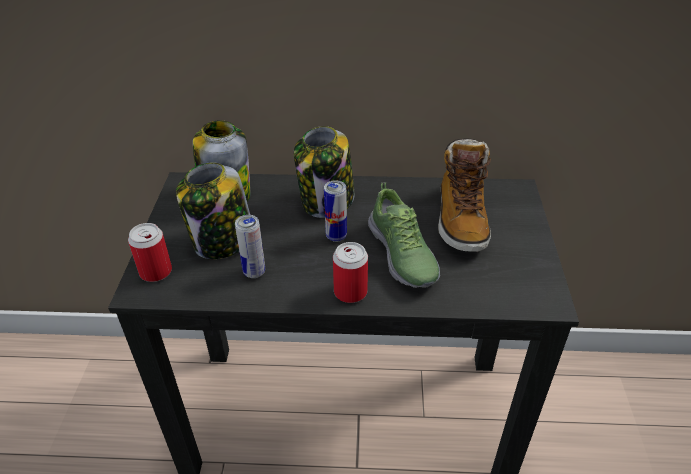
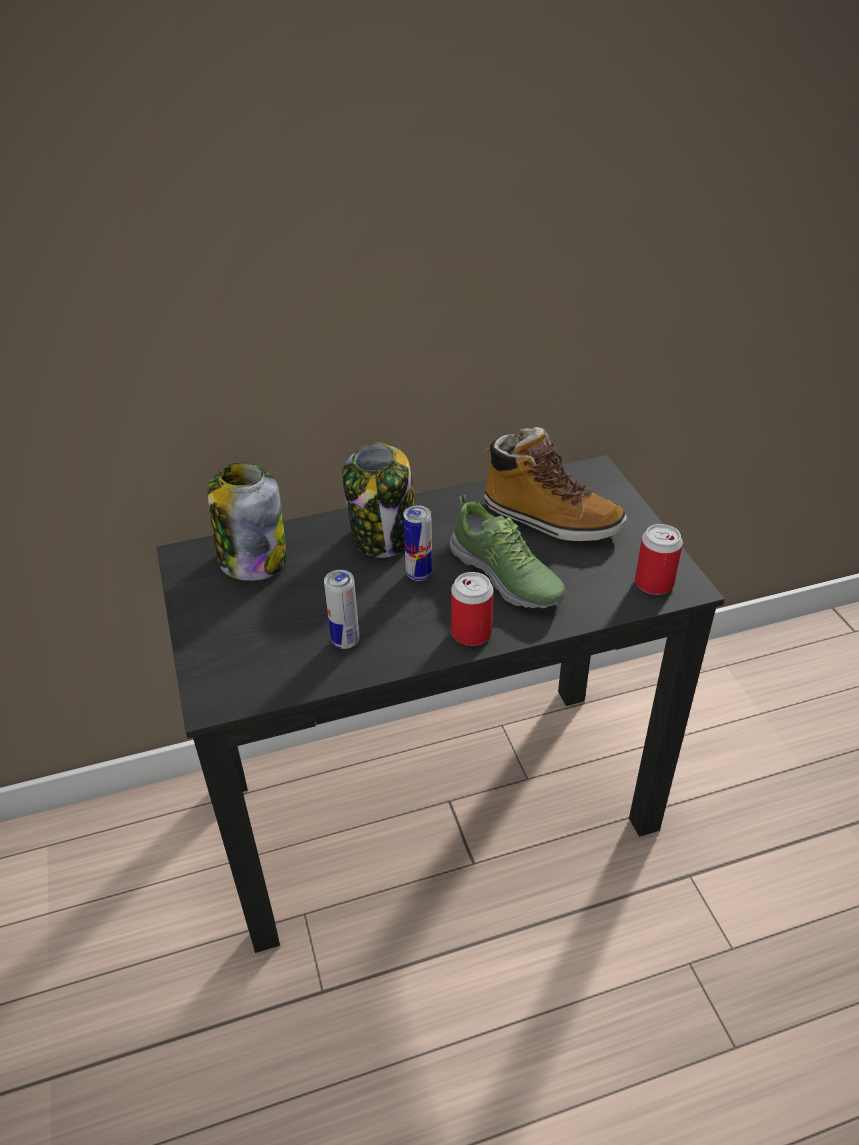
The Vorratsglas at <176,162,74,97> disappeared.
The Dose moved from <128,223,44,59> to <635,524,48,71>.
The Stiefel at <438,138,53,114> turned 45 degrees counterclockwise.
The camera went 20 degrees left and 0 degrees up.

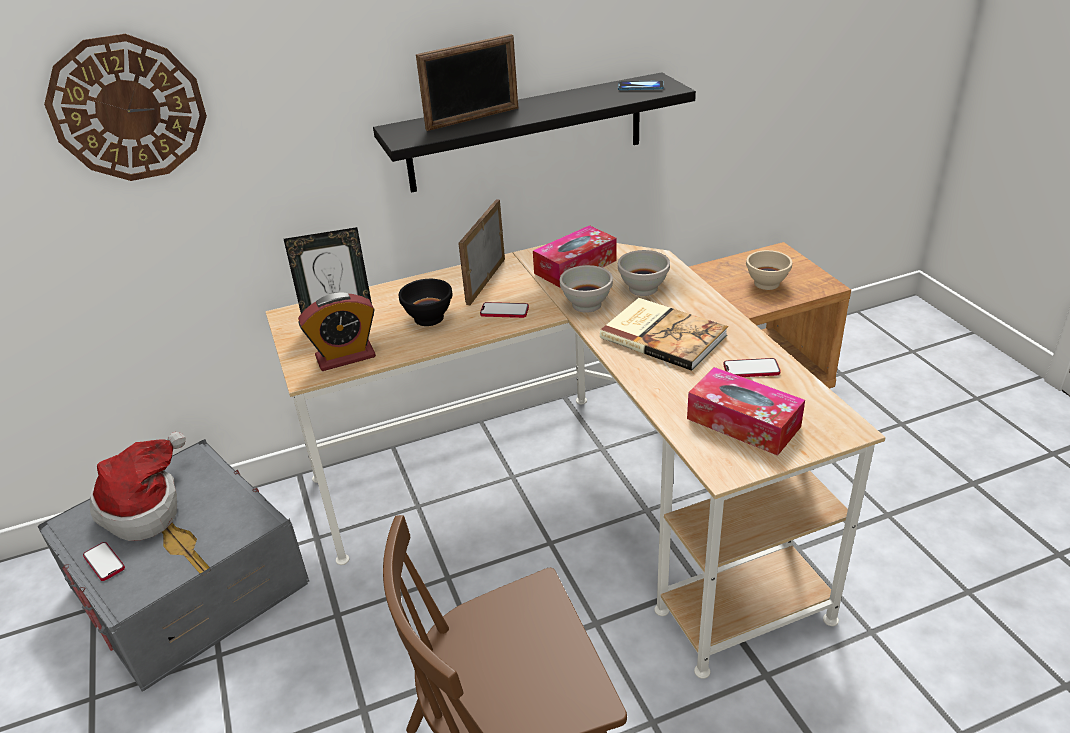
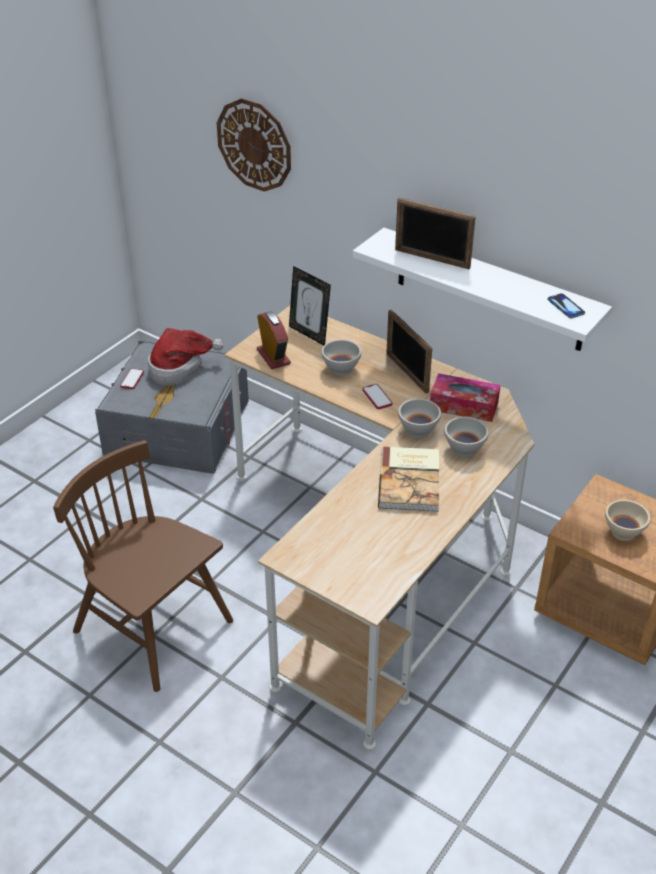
The Taschentuchbox at <687,367,118,89> disappeared.
The Handy at <723,358,58,19> disappeared.
The Wandregal/schwarz at <373,72,323,121> became the Wandregal/weiß at <353,228,259,123>.
The Schüssel/schwarz at <399,279,53,47> became the Schüssel/weiß at <322,339,39,37>.
The Wecker at <298,292,78,79> turned 150 degrees counterclockwise.
The Bilderrahmen at <458,199,47,106> turned 105 degrees counterclockwise.
The camera went 55 degrees right and 5 degrees up.

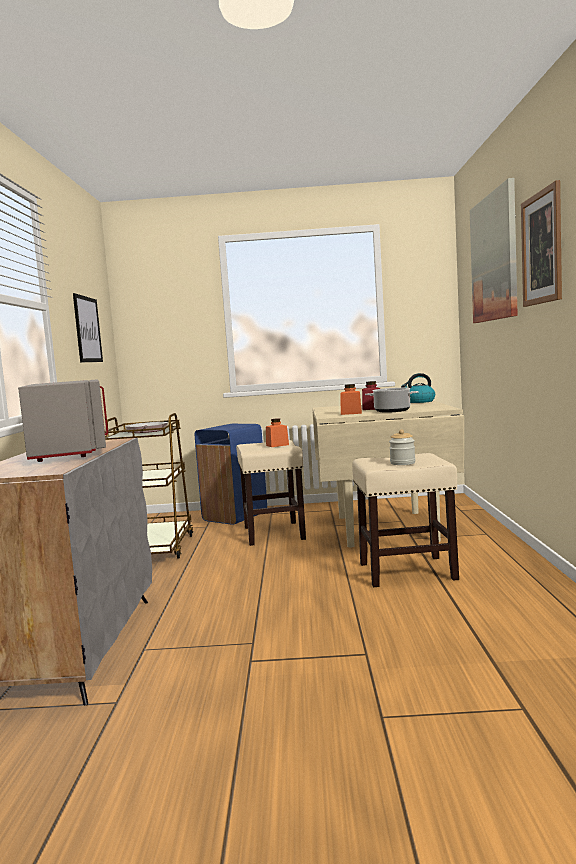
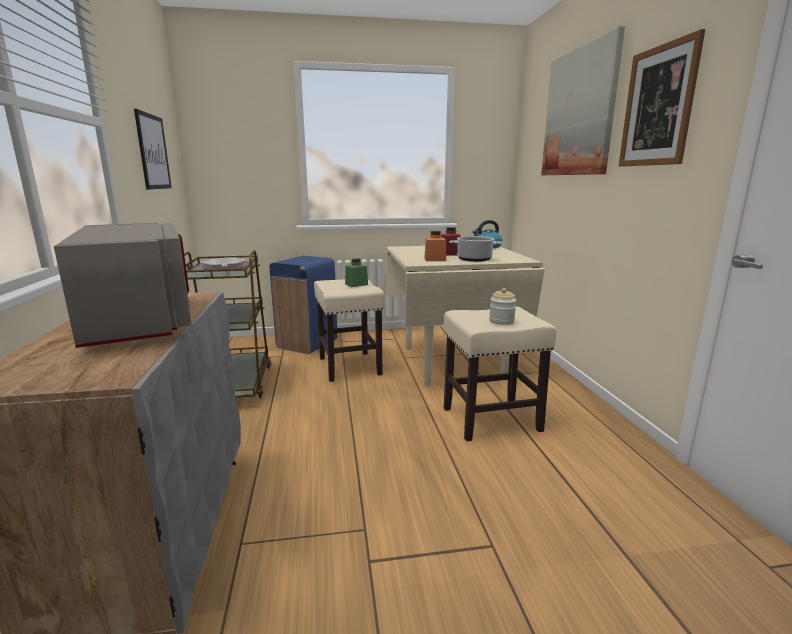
The Vorratsglas/orange at <266,418,23,29> became the Vorratsglas/grün at <345,258,23,29>.
The camera went 10 degrees left and 10 degrees up.

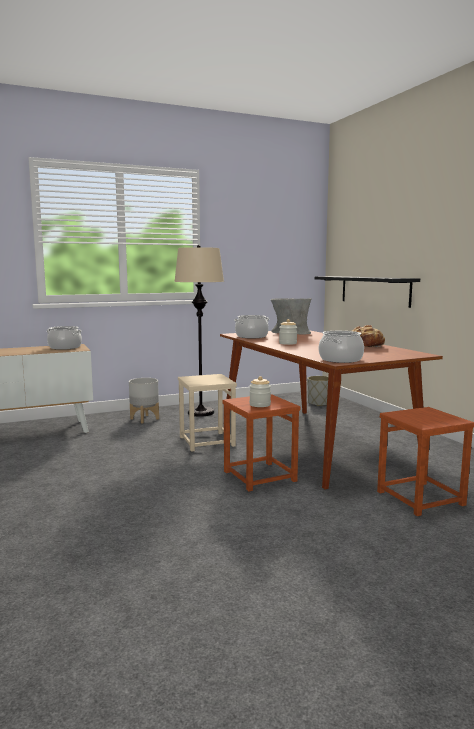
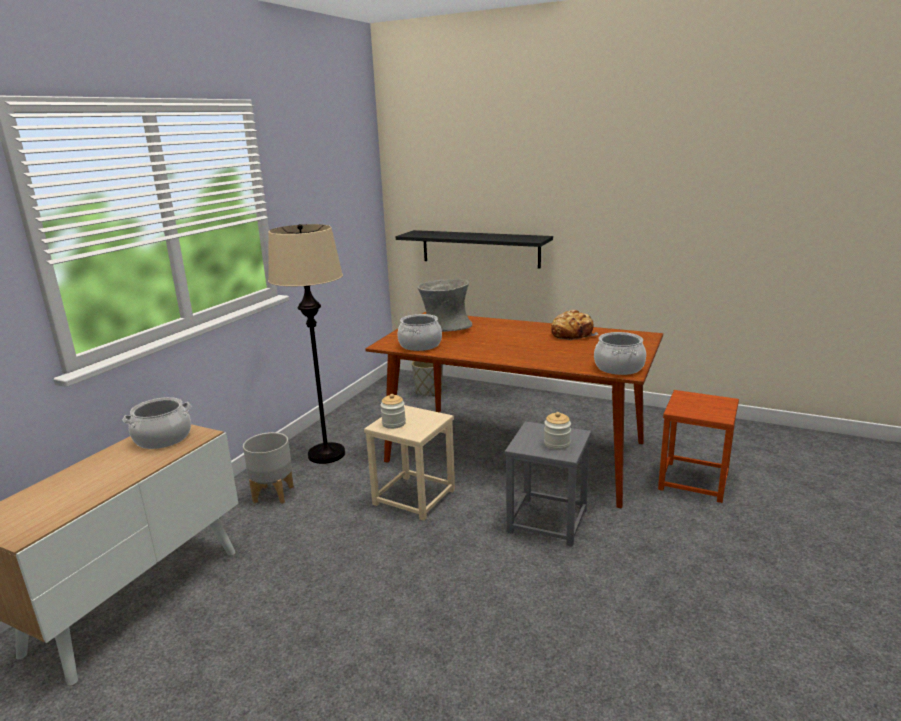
The Vorratsglas moved from <279,319,18,26> to <380,394,26,35>.
The Hocker/braun at <222,394,78,97> became the Hocker/grau at <504,421,87,125>.
The camera went 40 degrees left and 10 degrees up.

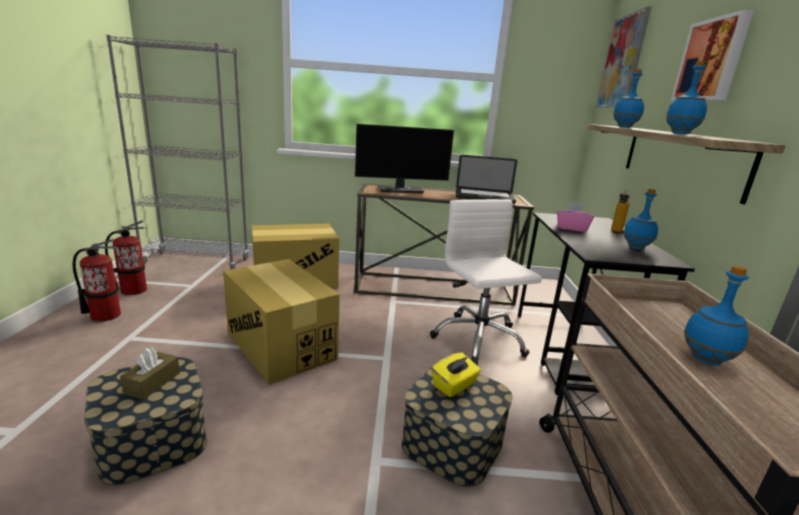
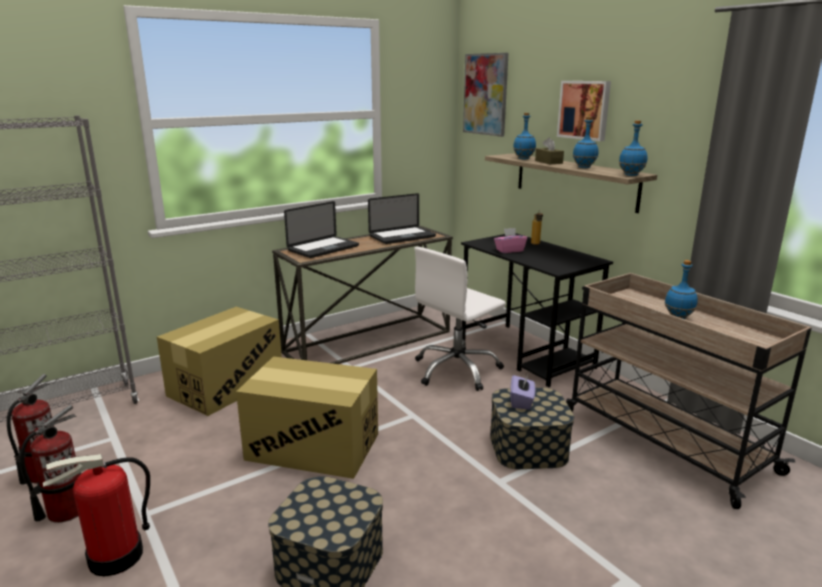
The Feuerlöscher at <43,454,107,122> appeared.
The Taschentuchbox/braun moved from <120,348,60,52> to <535,137,29,27>.
The Flasche/blau moved from <623,189,35,61> to <619,120,28,56>.
The Monitor at <355,124,99,69> was replaced by the Laptop at <284,201,75,57>.
The Taschentuchbox/gelb at <432,353,49,44> became the Taschentuchbox/lila at <510,375,25,34>.
The Bürostuhl/weiß at <430,199,112,166> turned 75 degrees counterclockwise.
The camera went 35 degrees left and 0 degrees up.

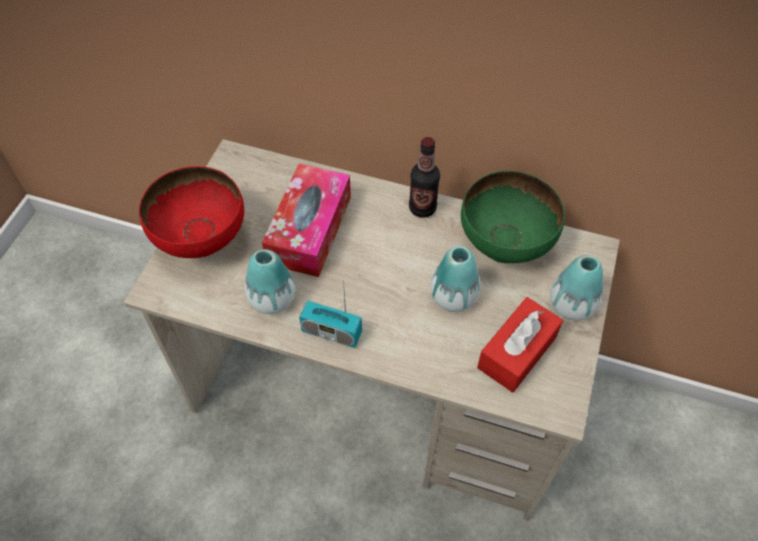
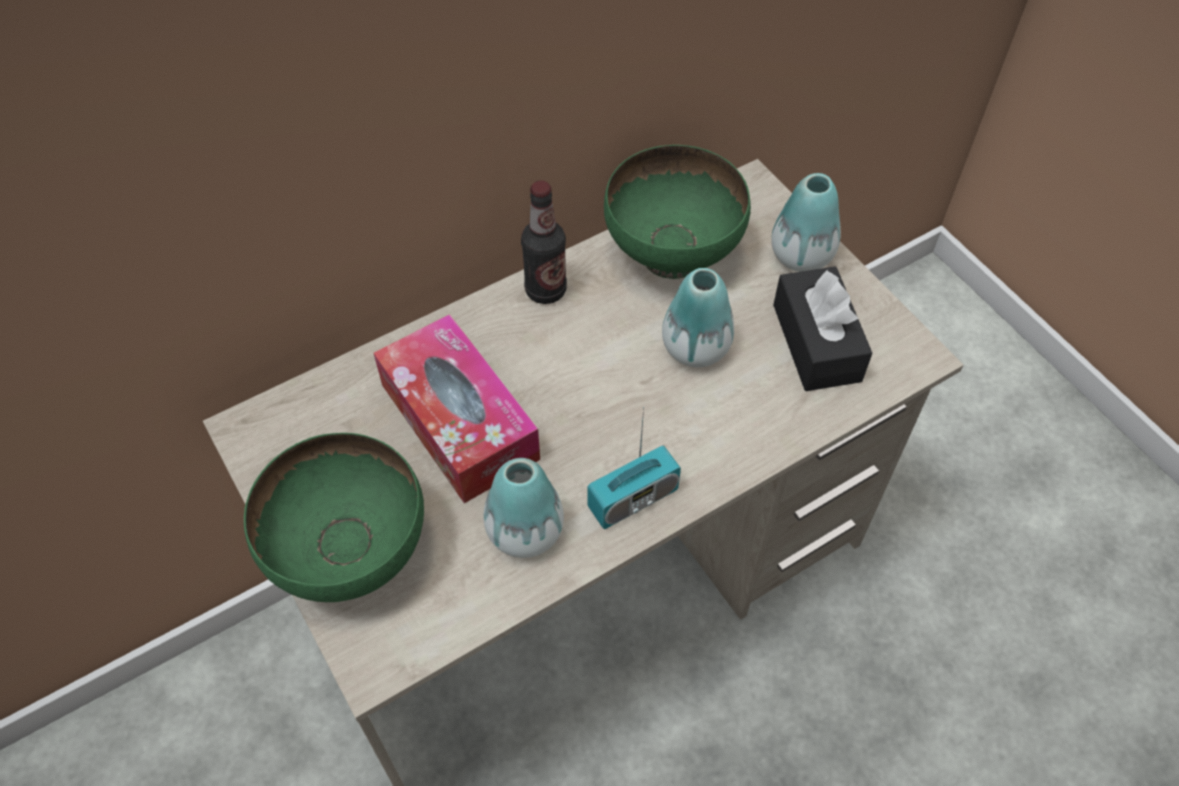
The Schüssel/rot at <139,166,105,92> became the Schüssel/grün at <244,433,180,169>.
The Taschentuchbox/rot at <477,297,86,95> became the Taschentuchbox/schwarz at <773,266,99,125>.
The camera went 50 degrees left and 0 degrees up.

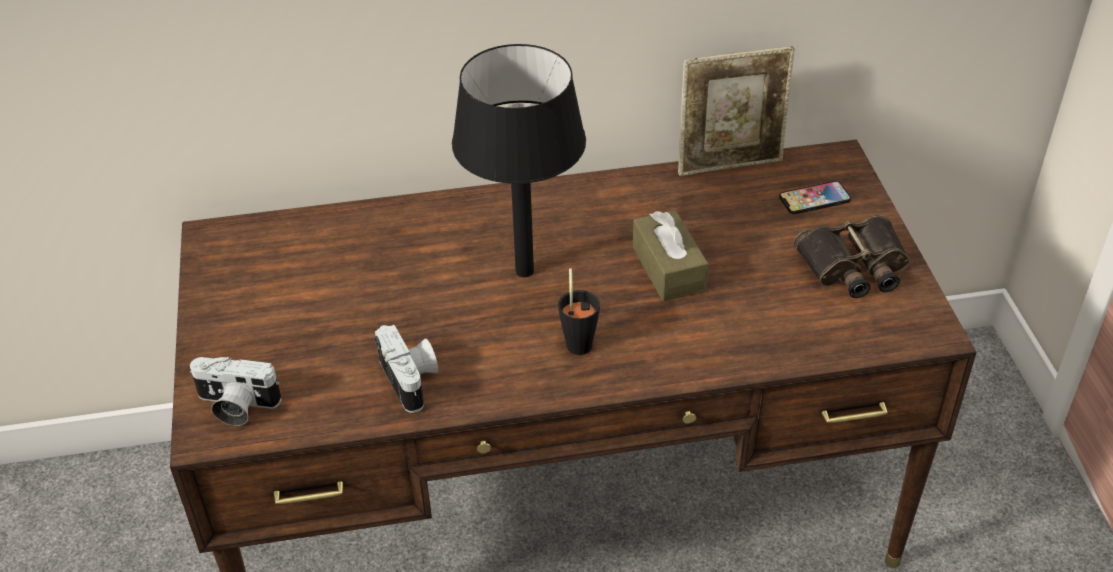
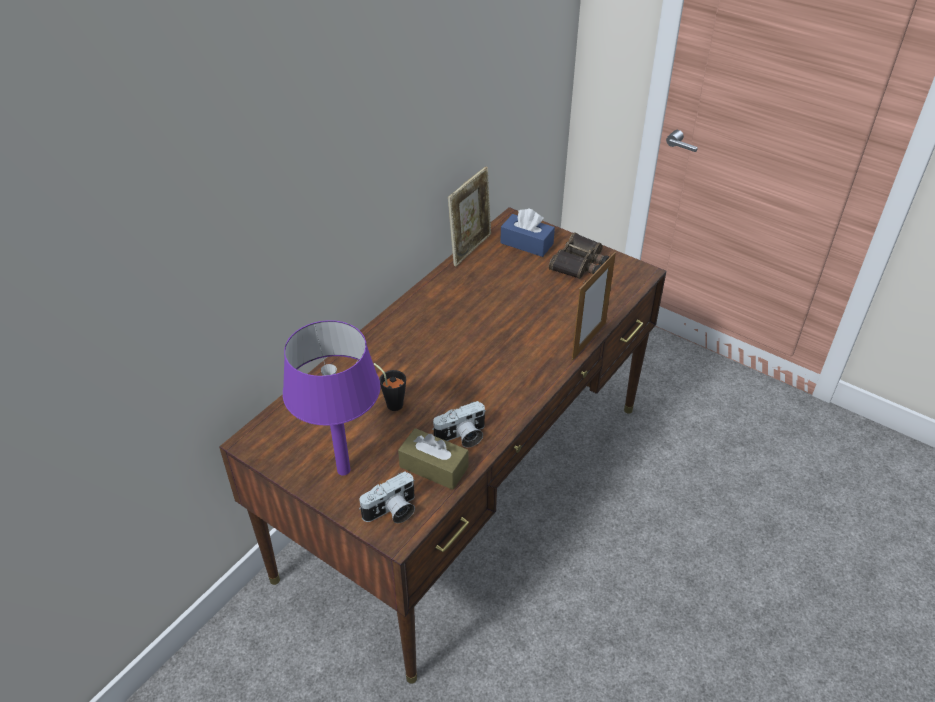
The Tischlampe/schwarz at <452,44,134,233> disappeared.
The Tischlampe/lila at <283,320,97,156> appeared.
The Bilderrahmen at <572,252,44,109> appeared.
The Tasse/schwarz moved from <558,268,42,87> to <374,363,32,48>.
The Taschentuchbox/braun moved from <633,210,75,92> to <398,428,71,62>.
The Handy at <779,181,72,33> was replaced by the Taschentuchbox/blau at <500,208,55,49>.
The Kamera at <374,325,64,88> turned 135 degrees clockwise.
The camera went 45 degrees left and 0 degrees up.

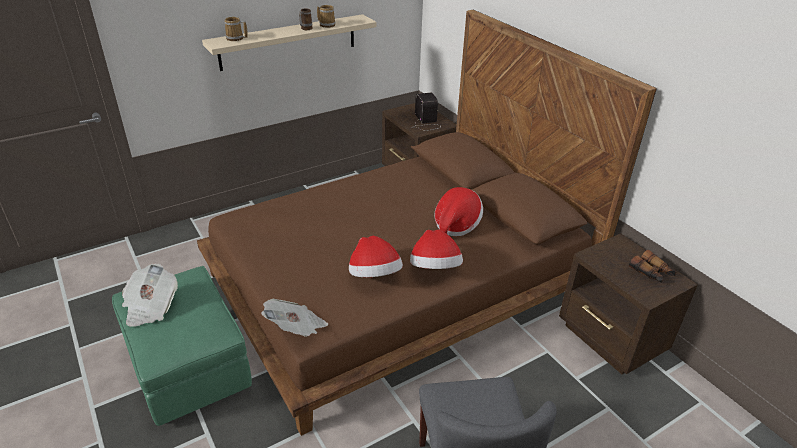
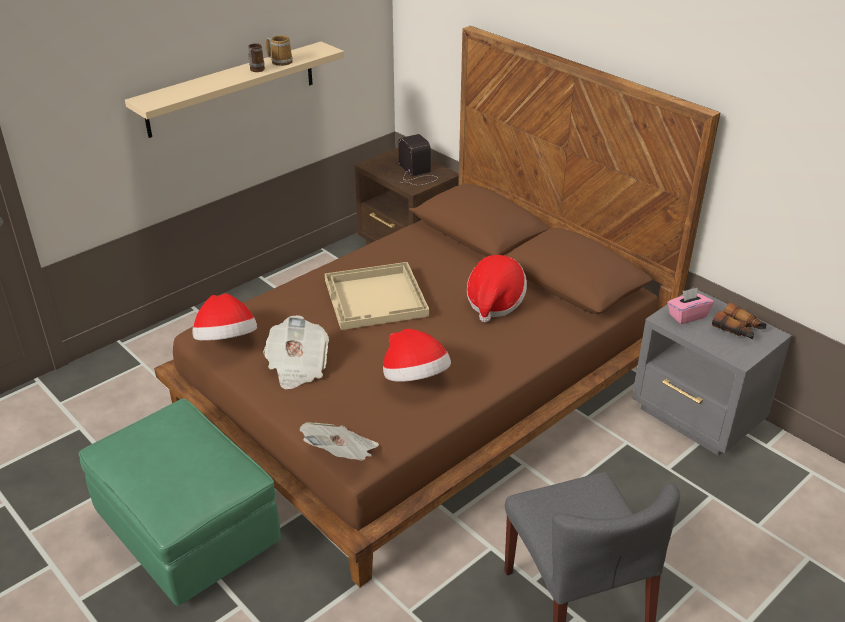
The Henkelbecher at <224,17,24,24> disappeared.
The Tablett/beige at <325,262,104,68> appeared.
The Taschentuchbox/rosa at <667,288,46,36> appeared.
The Zeitung moved from <122,263,56,64> to <263,315,66,74>.
The Hut moved from <410,229,53,40> to <193,293,64,48>.
The Nachttisch/braun at <559,233,139,141> became the Nachttisch/grau at <632,287,160,168>.
The camera went 10 degrees left and 0 degrees up.

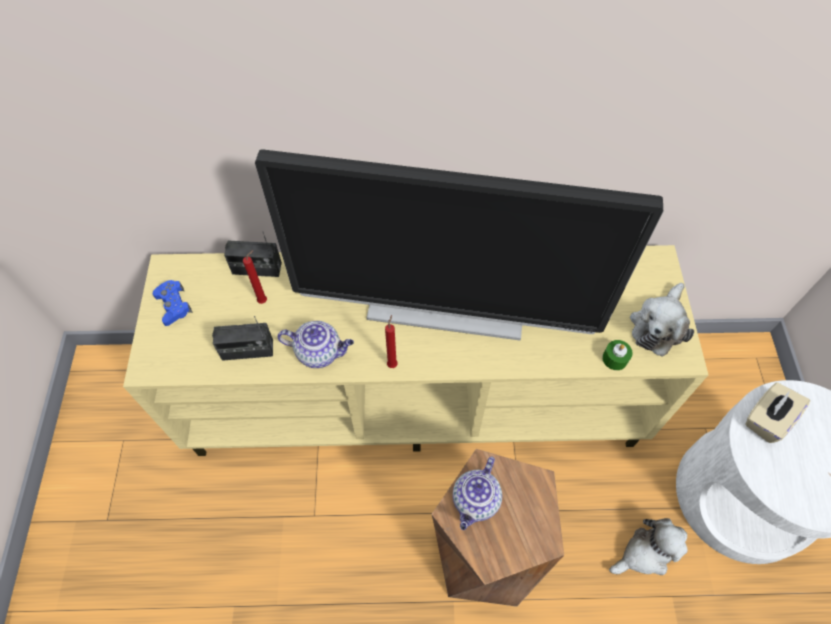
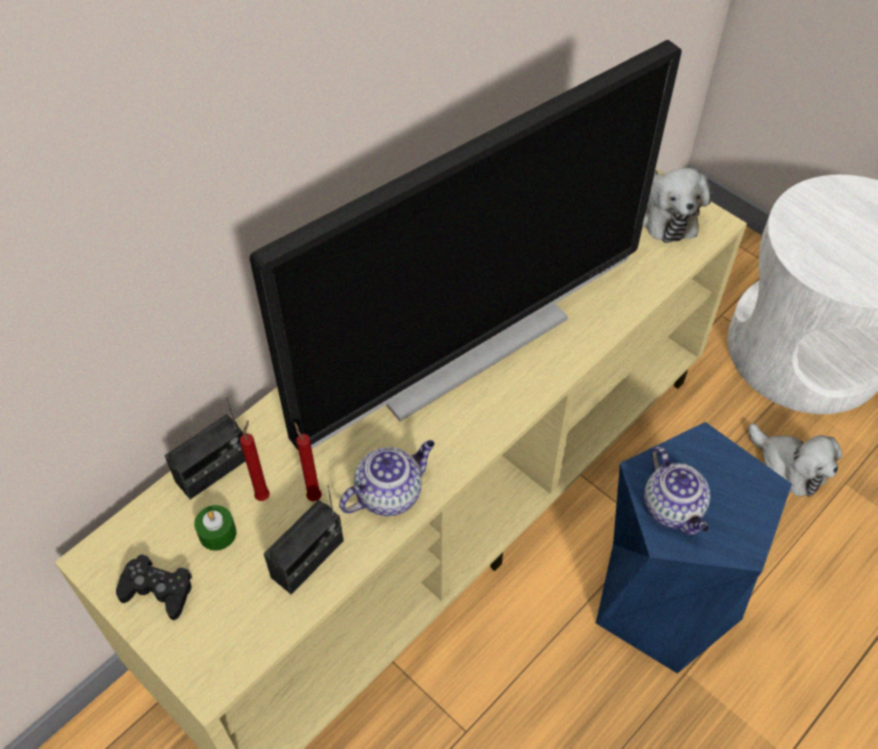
The Taschentuchbox/beige at <746,382,64,61> disappeared.
The Kerze/rot moved from <385,315,13,53> to <294,422,28,79>.
The Kerze/grün moved from <602,340,30,30> to <194,505,42,46>.
The Gamepad/blau at <153,280,40,46> became the Gamepad/schwarz at <116,554,76,66>.
The Hocker/braun at <432,449,132,158> became the Hocker/blau at <596,422,196,252>.
The Plüschtier at <609,518,78,57> turned 120 degrees clockwise.
The camera went 45 degrees left and 5 degrees down.

